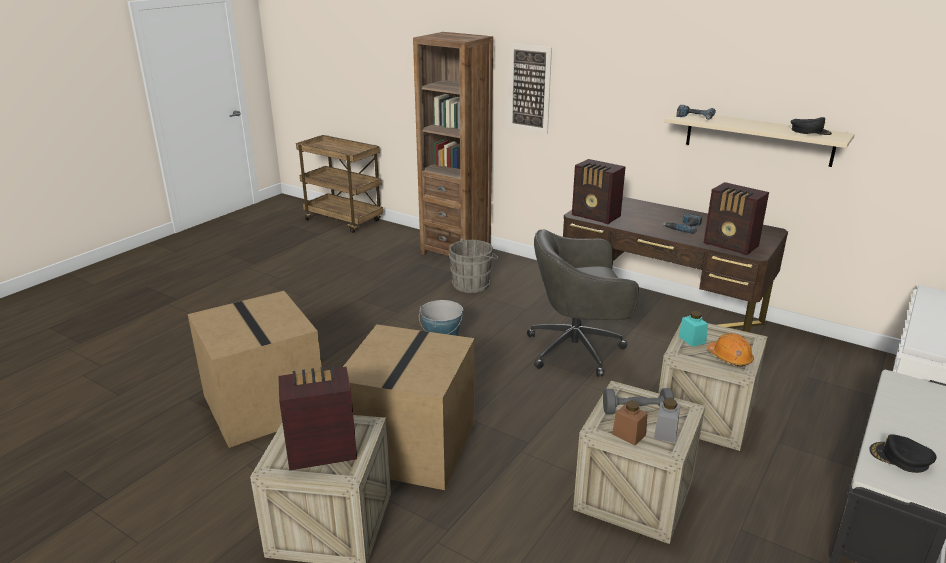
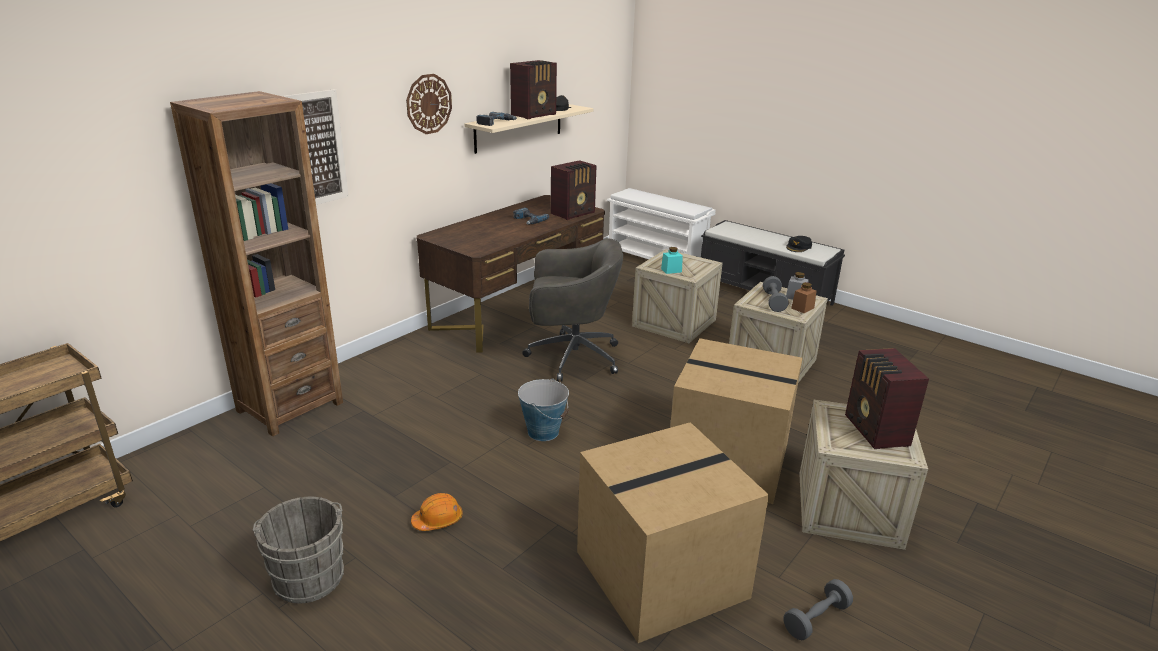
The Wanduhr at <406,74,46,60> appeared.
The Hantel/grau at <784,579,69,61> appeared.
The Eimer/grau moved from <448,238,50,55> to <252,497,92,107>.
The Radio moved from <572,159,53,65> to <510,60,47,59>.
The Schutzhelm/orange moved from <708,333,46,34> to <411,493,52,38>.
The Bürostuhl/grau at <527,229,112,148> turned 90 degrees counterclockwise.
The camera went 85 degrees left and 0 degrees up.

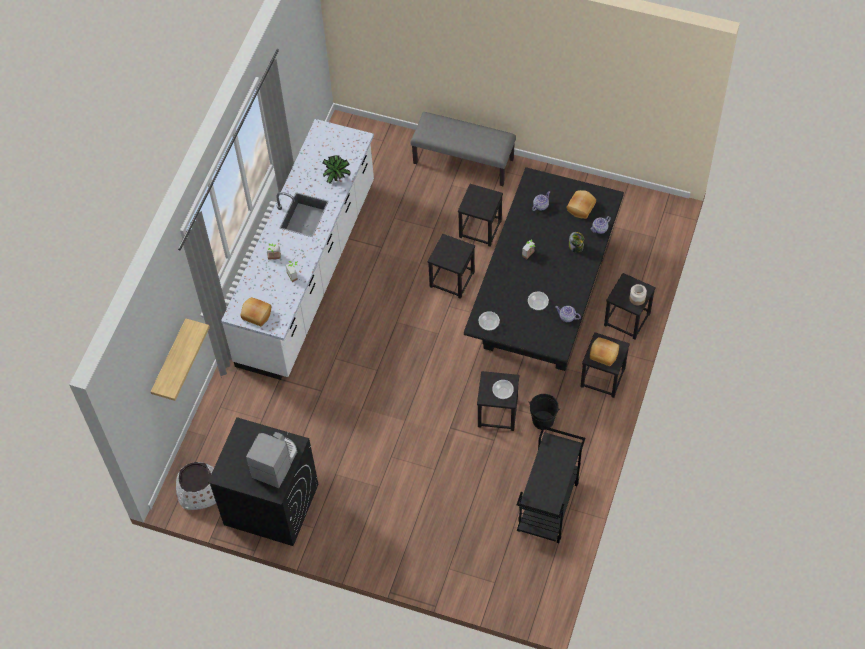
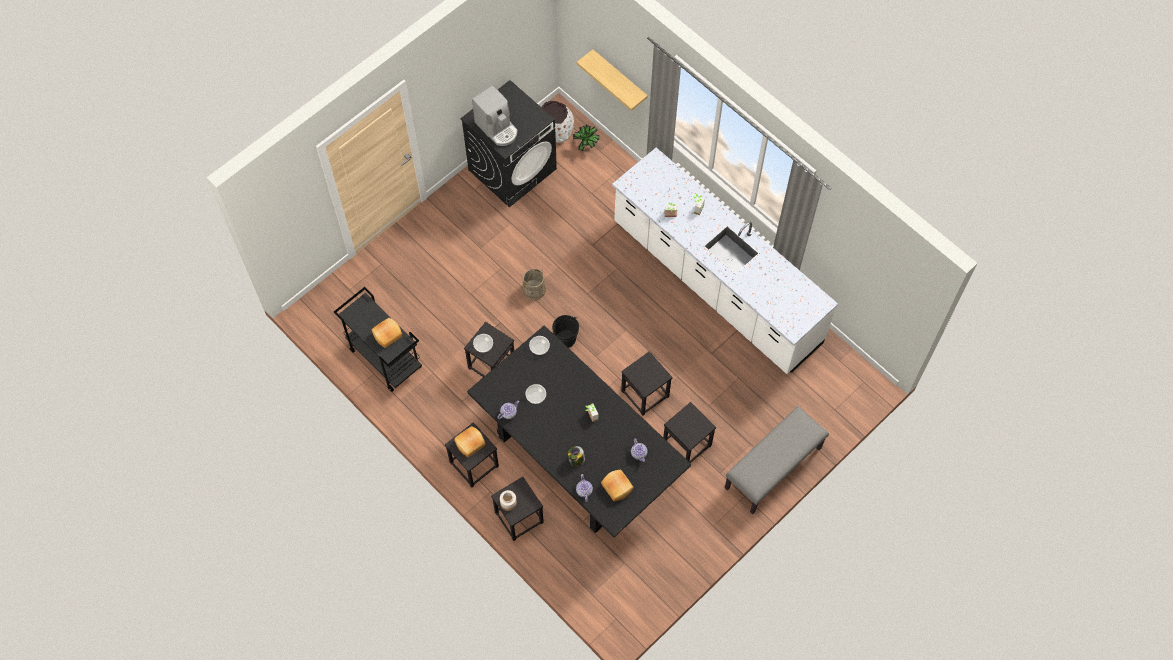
The Eimer/beige at <522,269,24,31> appeared.
The Brot moved from <241,297,30,29> to <372,318,30,30>.
The Topfpflanze moved from <322,155,29,29> to <573,125,26,26>.
The Eimer/schwarz moved from <529,394,32,36> to <552,315,27,33>.
The camera went 115 degrees right and 5 degrees up.

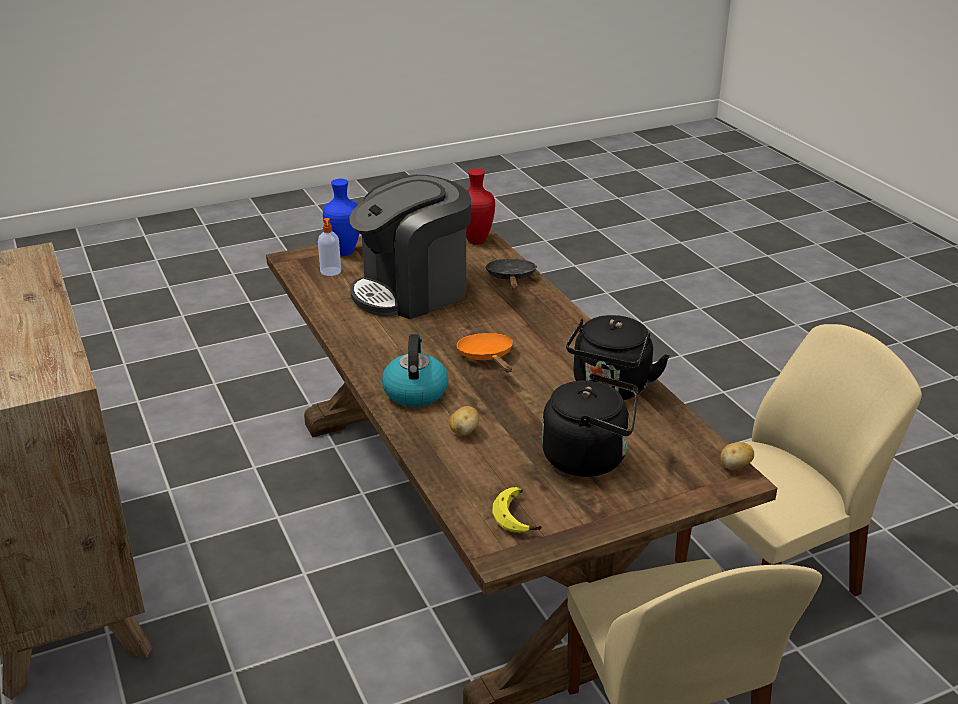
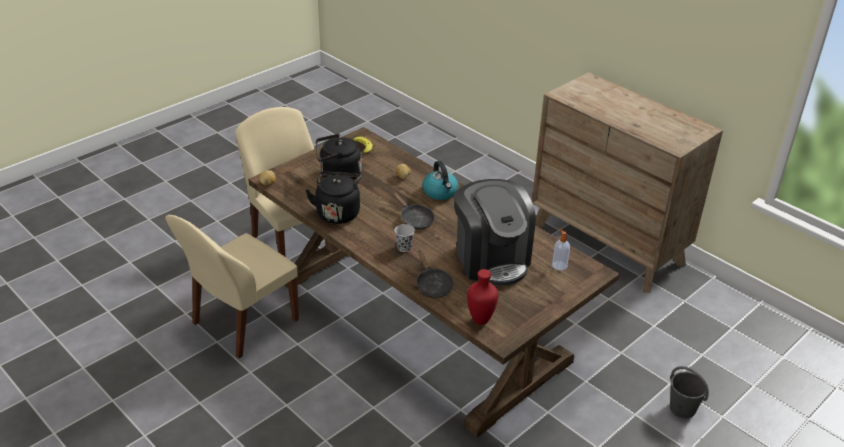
The Vase/blau at <323,179,36,77> disappeared.
The Tasse/schwarz at <395,224,20,28> appeared.
The Eimer/grau at <670,366,39,53> appeared.
The Pfanne/orange at <457,333,56,40> became the Pfanne/schwarz at <392,191,43,38>.
The Kaffeemaschine at <349,175,122,144> turned 120 degrees clockwise.
The camera went 160 degrees right and 5 degrees up.

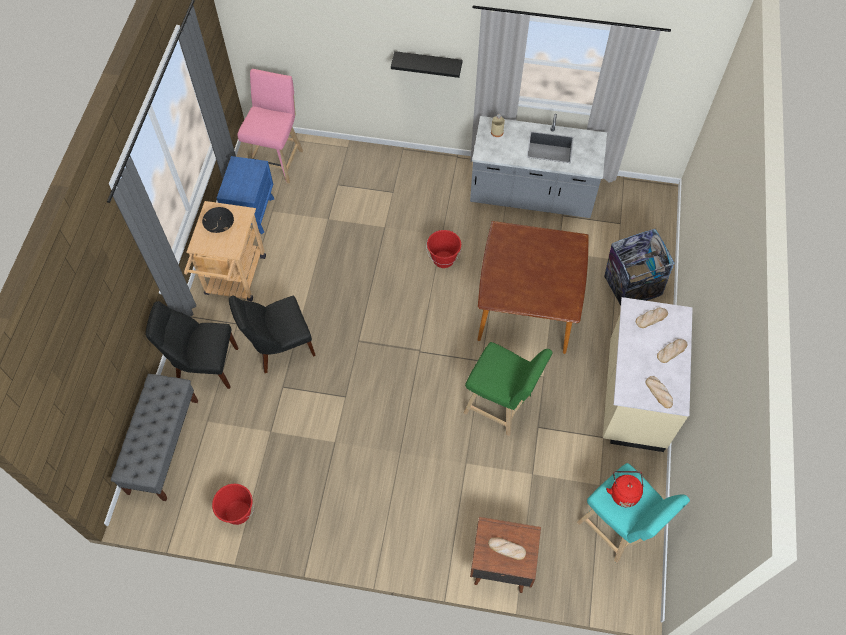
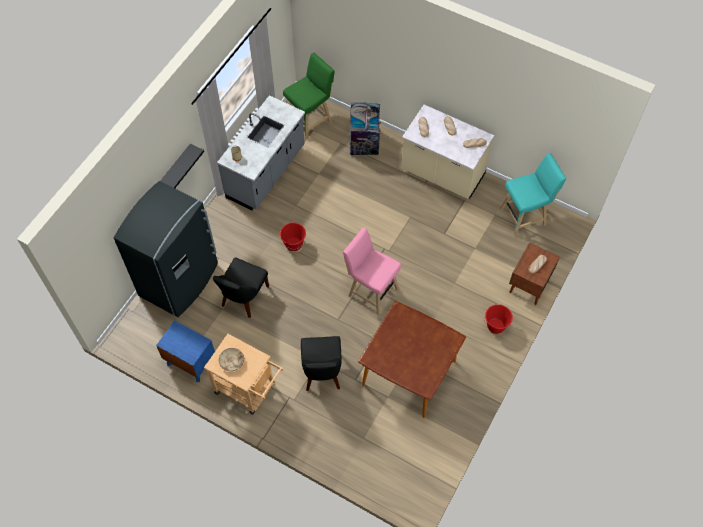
The Bank/grau at <111,374,87,127> disappeared.
The Wasserkessel/rot at <606,471,37,36> disappeared.
The Kühlschrank/grau at <114,181,104,136> appeared.
The Stuhl/schwarz moved from <146,301,92,88> to <213,257,56,61>.
The Eimer/rot moved from <212,484,42,41> to <484,304,29,30>.
The Hocker/rosa moved from <237,69,66,115> to <343,227,58,88>.
The Hocker/grün moved from <463,342,90,94> to <283,53,51,87>.
The Esstisch/braun moved from <477,221,112,133> to <358,301,108,117>.
The Schüssel/schwarz at <202,207,32,26> became the Schüssel/beige at <219,348,25,23>.
The camera went 70 degrees left and 0 degrees up.

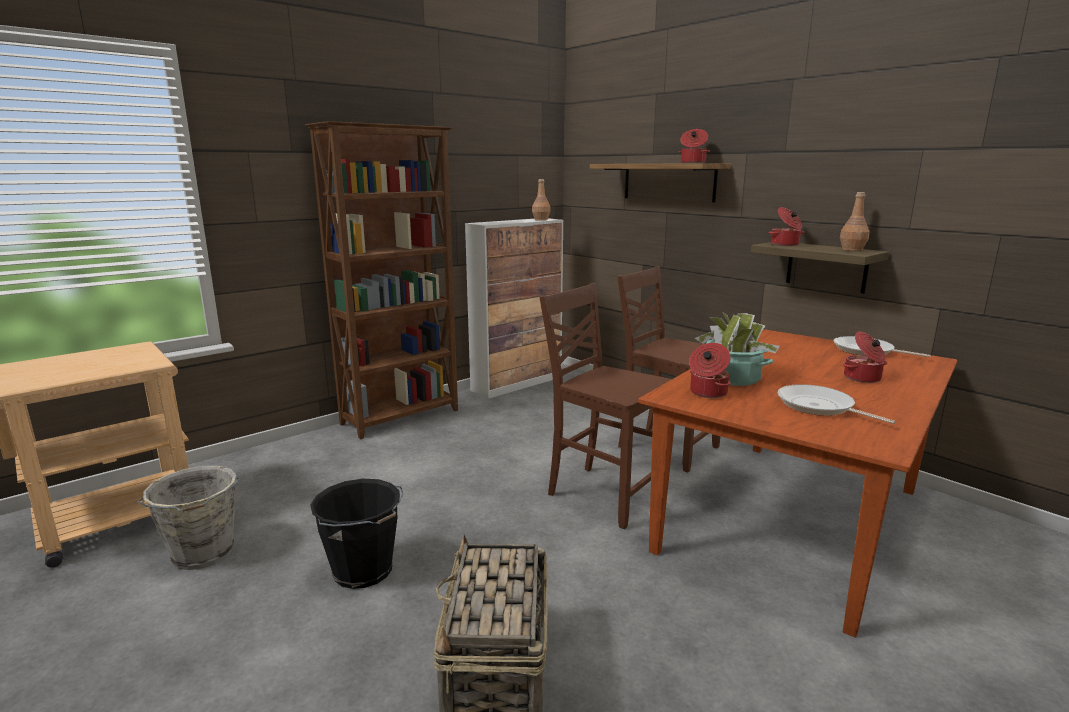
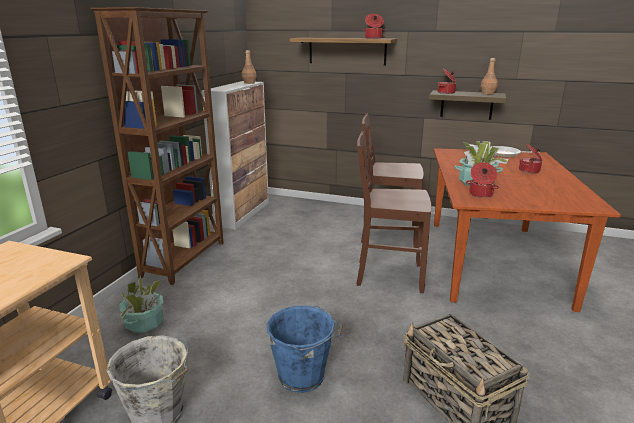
The Pfanne at <778,384,118,40> disappeared.
The Topfpflanze at <120,277,45,56> appeared.
The Eimer/schwarz at <310,479,93,110> became the Eimer/blau at <267,306,76,87>.
The camera went 30 degrees left and 5 degrees up.

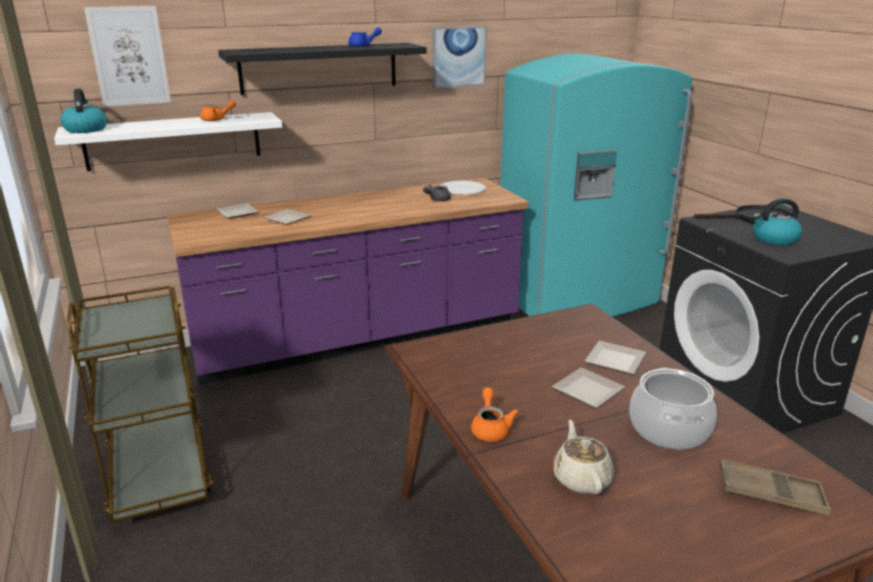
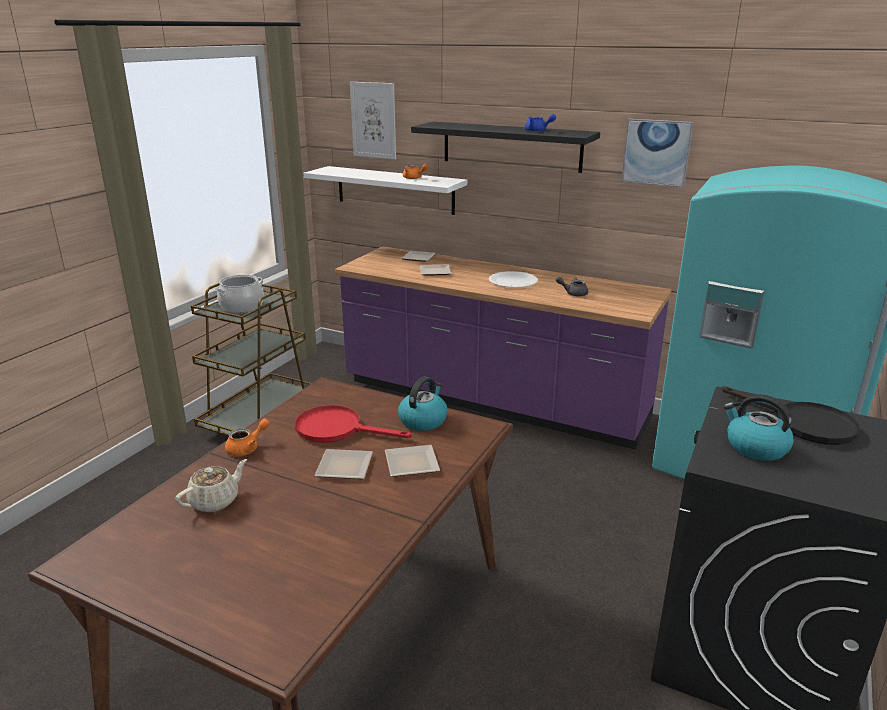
The Tablett/braun at <720,459,112,57> disappeared.
The Pfanne/rot at <295,405,117,38> appeared.
The Wasserkessel moved from <60,89,47,44> to <398,377,50,54>.
The Teller/weiß moved from <440,181,46,14> to <489,271,49,17>.
The Kochtopf moved from <629,367,88,82> to <215,274,49,39>.
The camera went 50 degrees right and 0 degrees up.

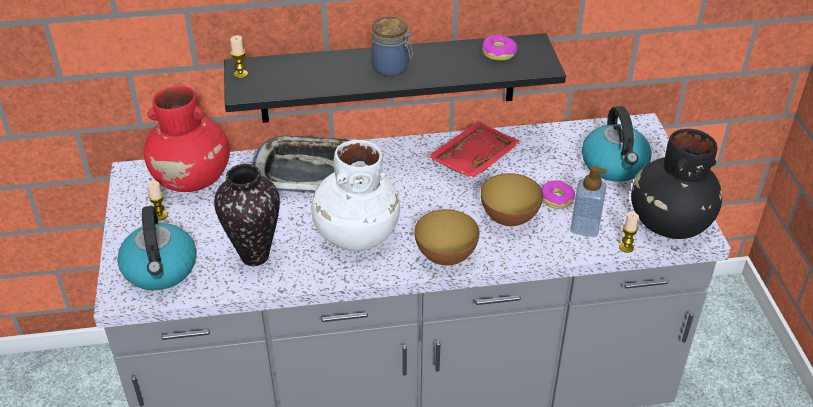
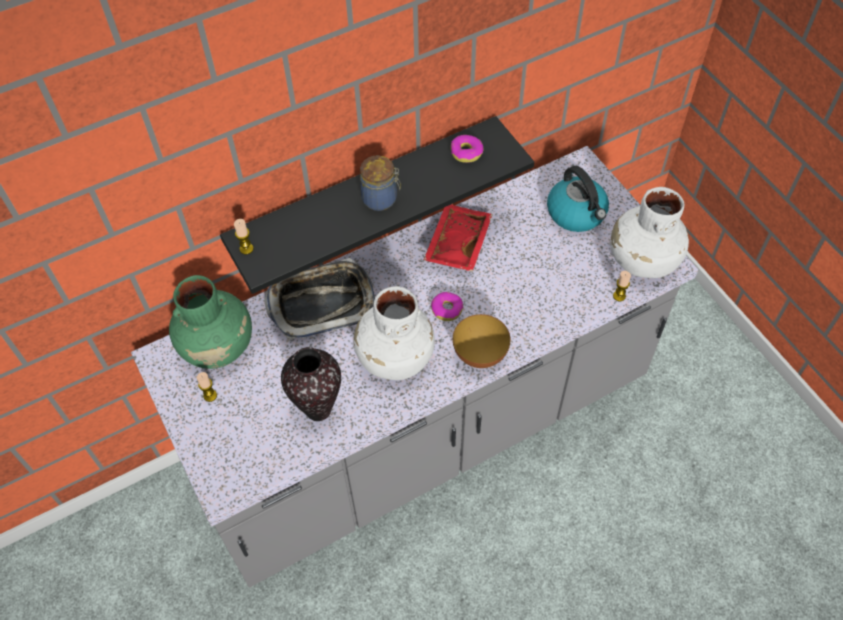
The Wasserkessel at <117,206,80,84> disappeared.
The Schüssel at <481,173,62,53> disappeared.
The Seifenspender at <570,166,37,71> disappeared.
The Donut moved from <541,180,34,29> to <431,292,32,29>.
The Vase/rot at <144,86,86,106> became the Vase/grün at <169,275,83,94>.
The Vase/schwarz at <631,129,91,110> became the Vase/weiß at <611,187,78,91>.
The camera went 20 degrees left and 15 degrees up.

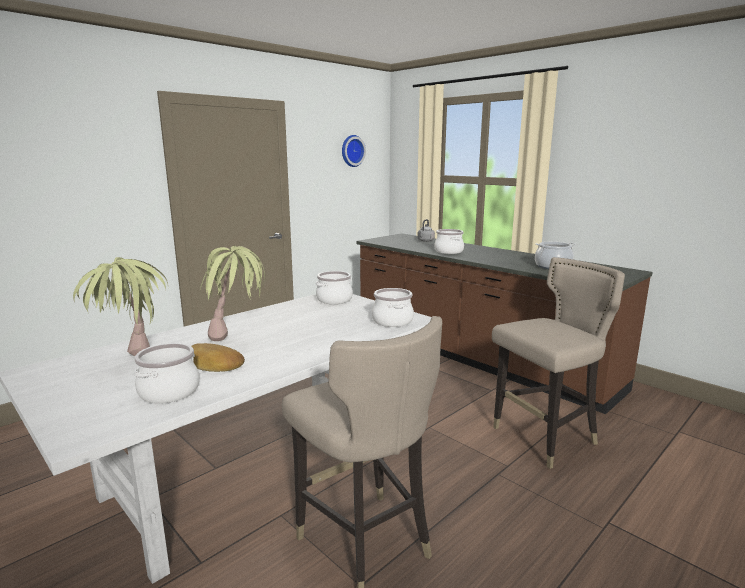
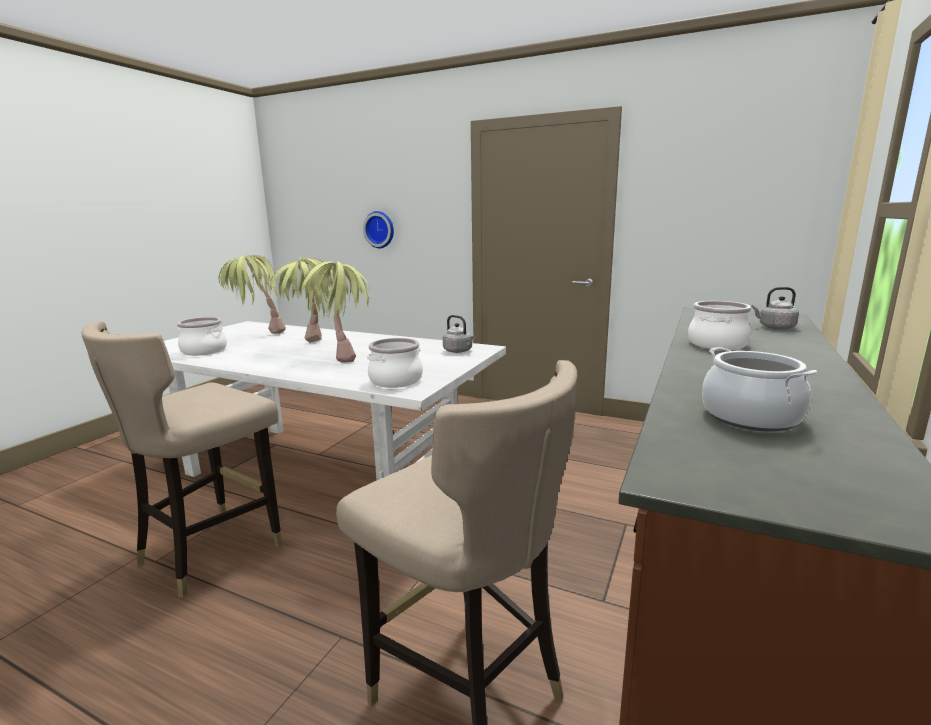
The Brot at <191,343,54,29> disappeared.
The Topfpflanze at <299,261,71,102> appeared.
The Wanduhr moved from <342,135,24,32> to <363,211,31,37>.
The Kochtopf at <316,271,37,33> was replaced by the Wasserkessel/grau at <443,315,32,38>.
The camera went 70 degrees right and 0 degrees up.

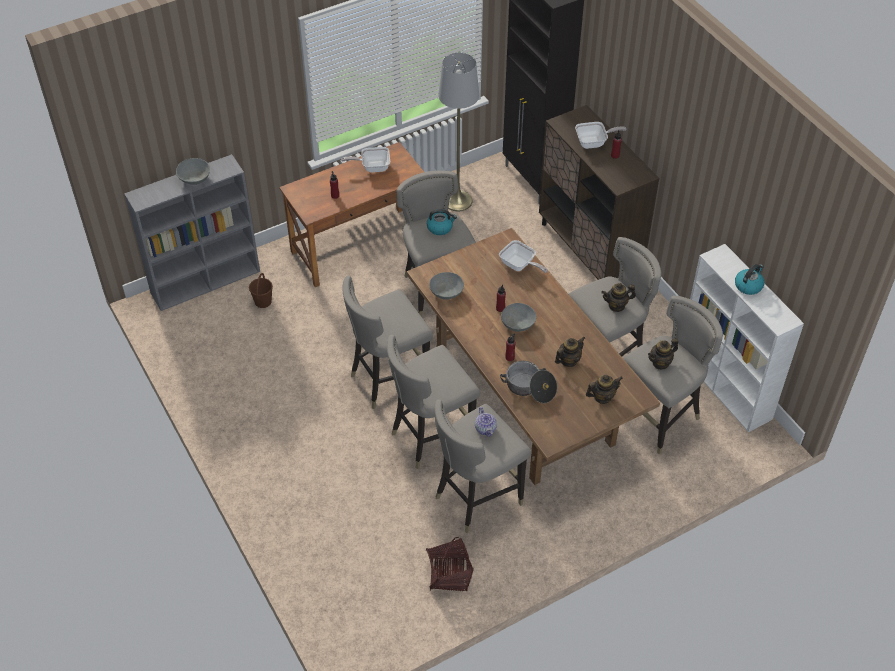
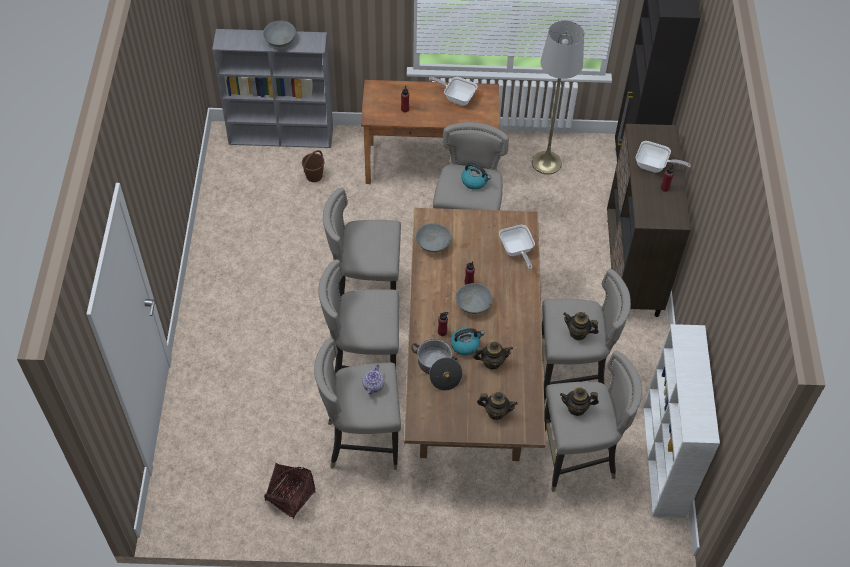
The Wasserkessel moved from <735,264,30,31> to <450,328,34,28>.
The camera went 30 degrees right and 5 degrees up.

